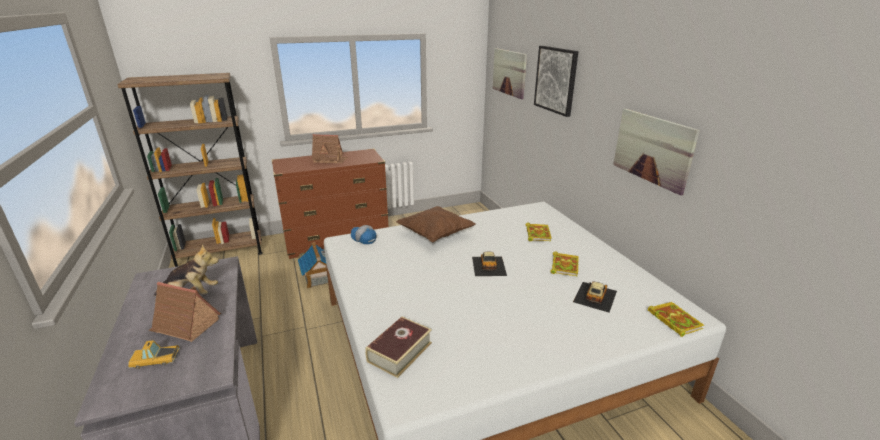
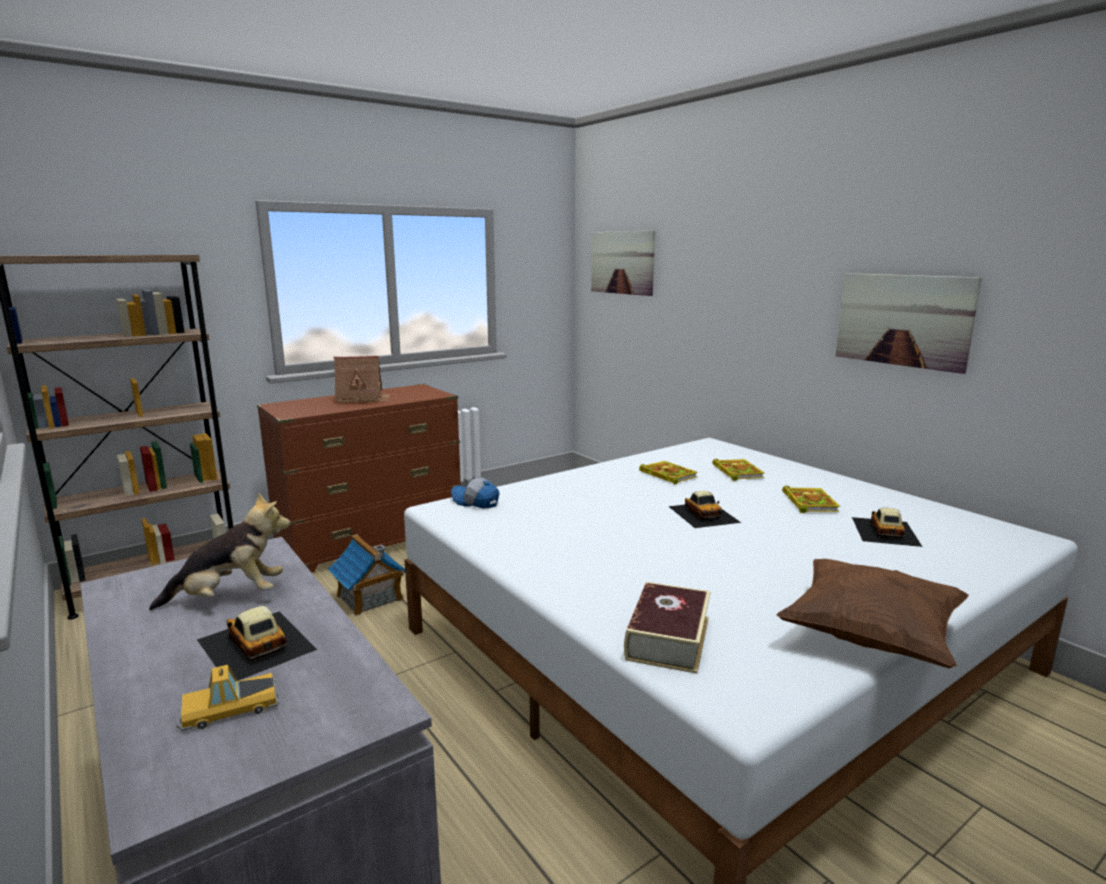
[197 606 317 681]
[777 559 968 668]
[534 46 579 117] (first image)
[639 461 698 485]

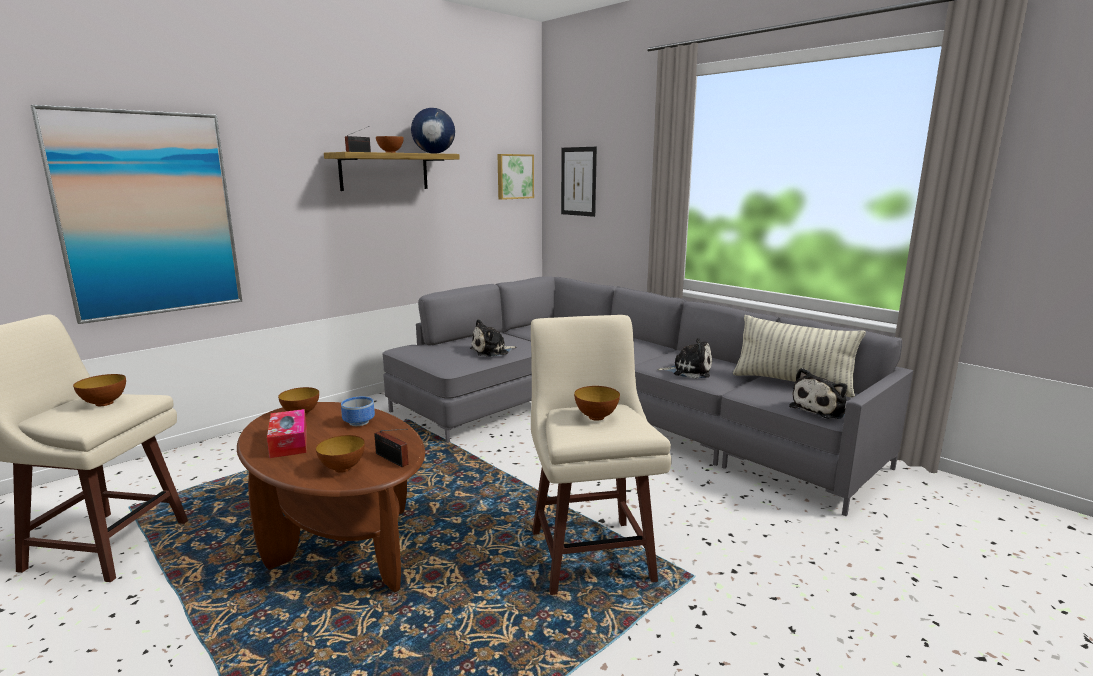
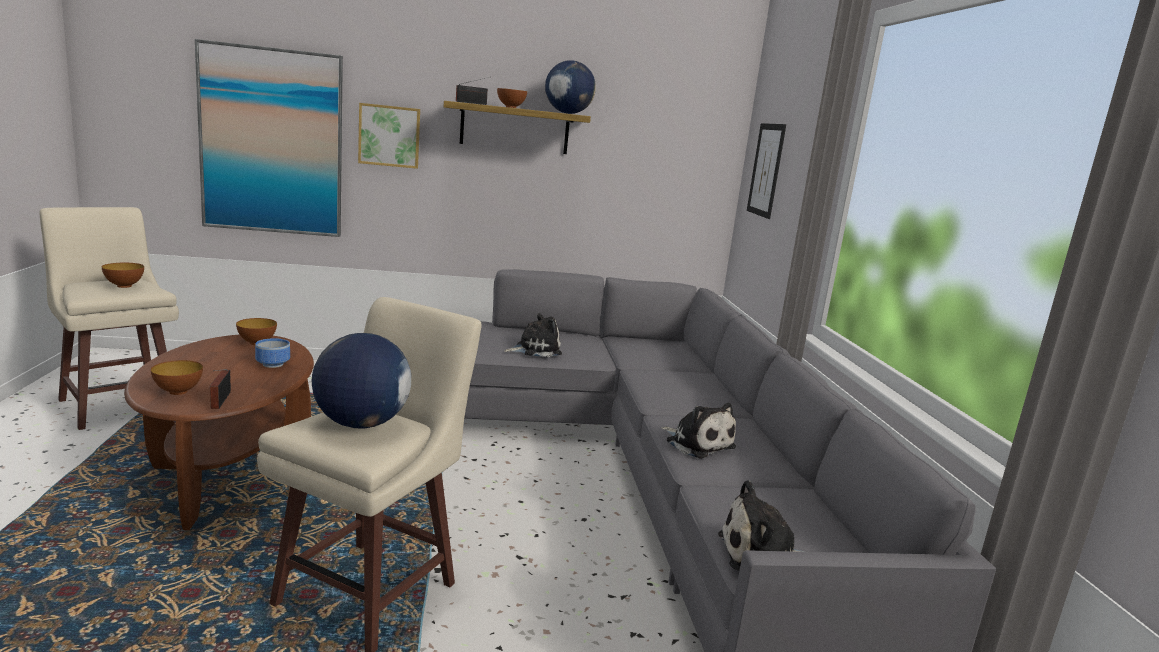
[267 409 307 458] (first image)
[504 313 562 357]
[358 103 420 169]
[312 333 411 429]
[733 315 866 398] (first image)

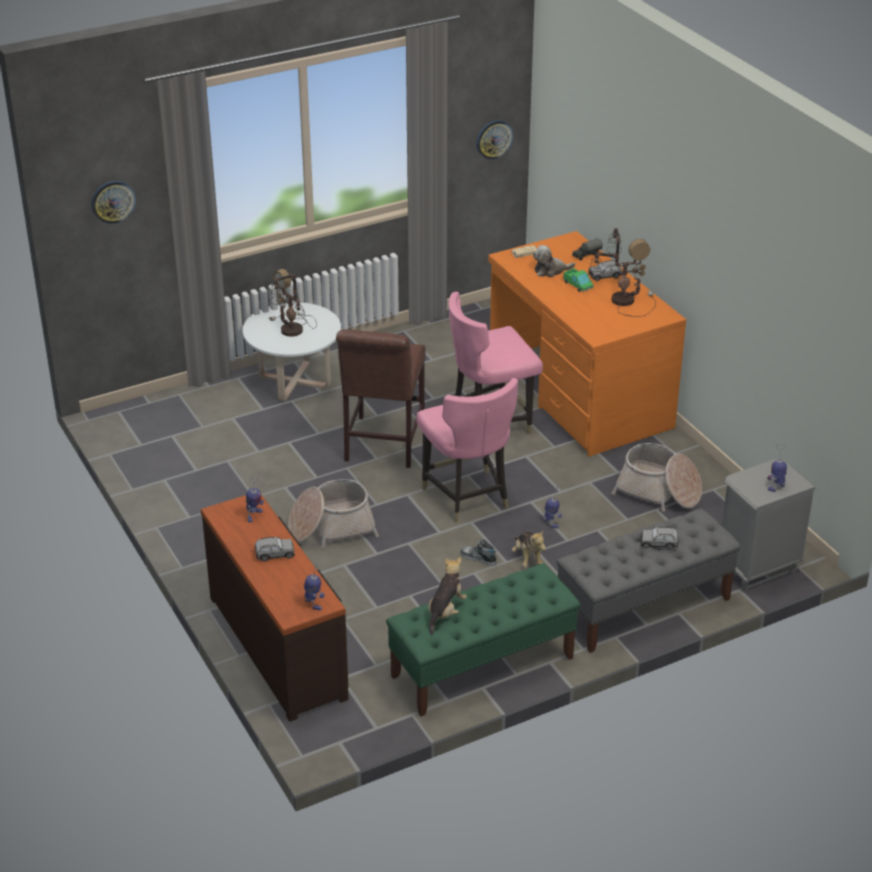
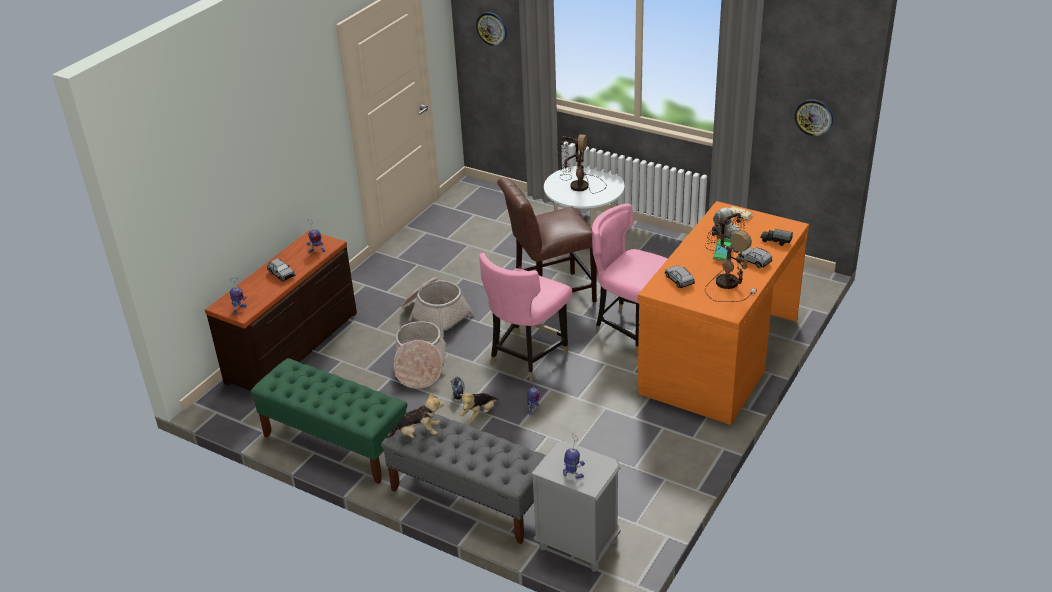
[386 392 444 439]
[394 321 447 389]
[665 265 695 288]

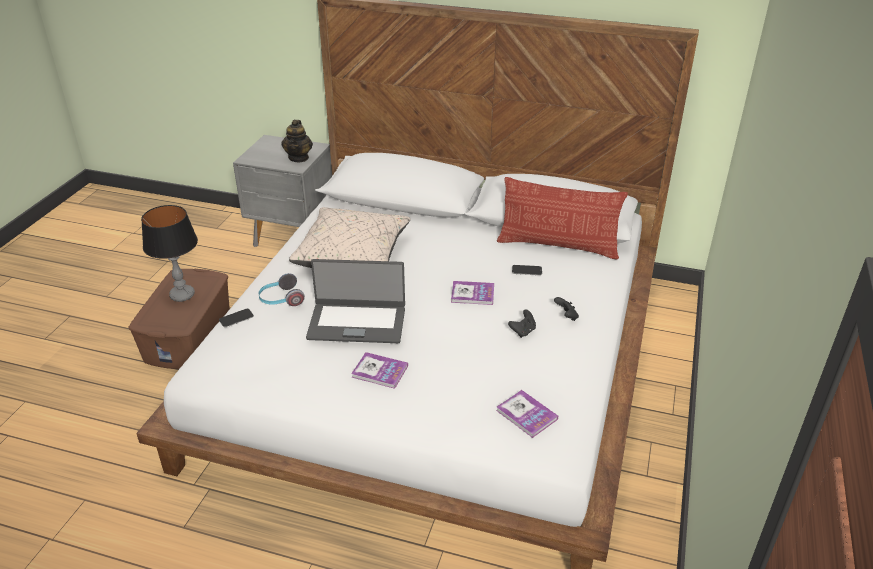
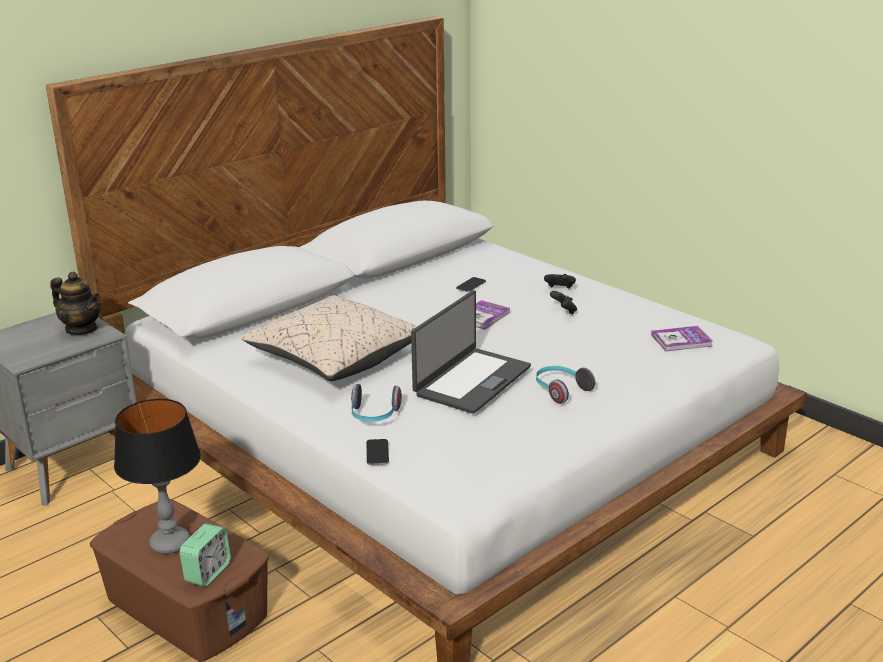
[536 366 595 404]
[497 177 628 259] (first image)
[180 524 231 587]

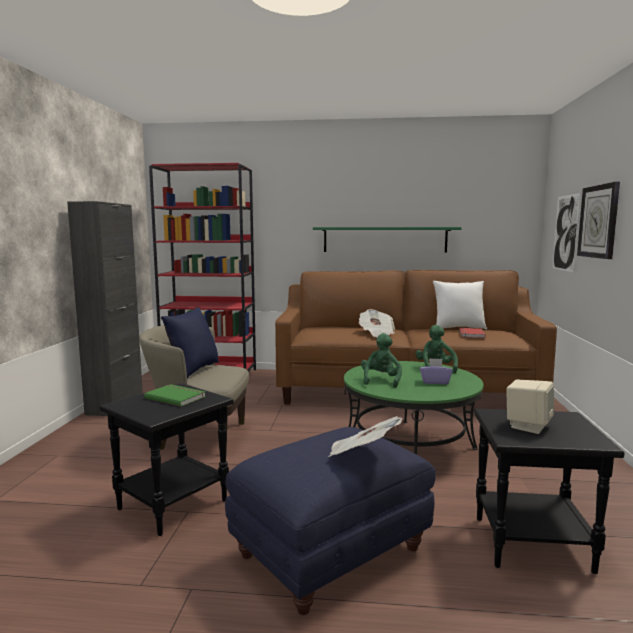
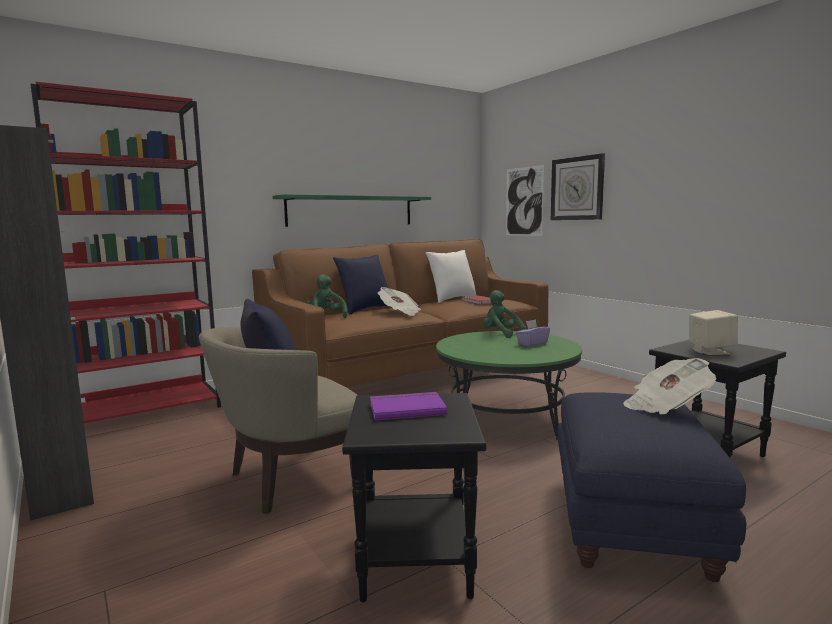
[370 392 448 421]
[306 274 347 318]
[333 255 388 315]

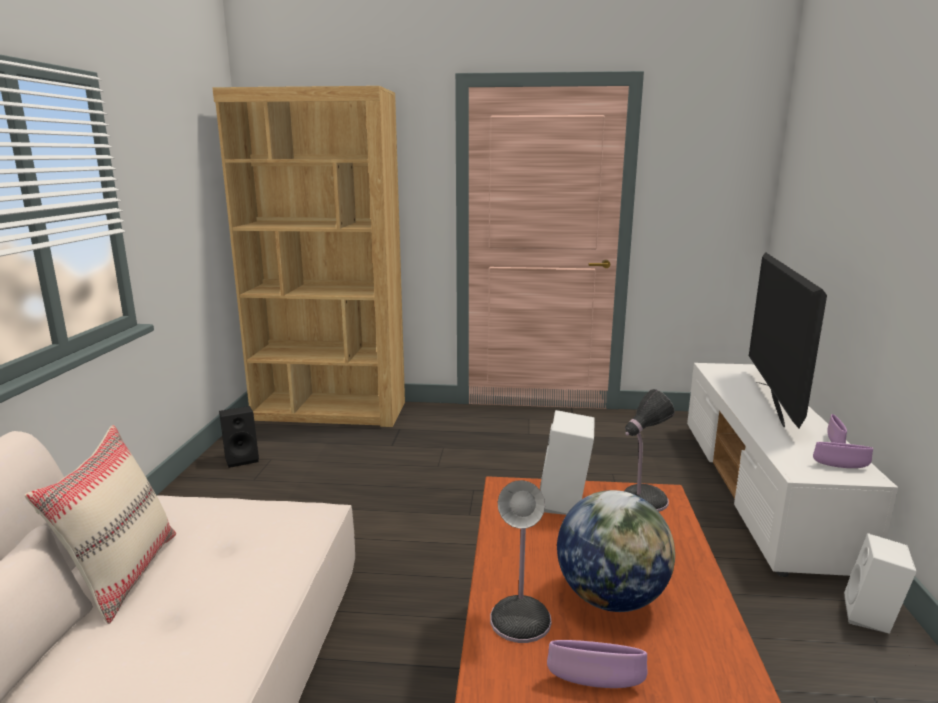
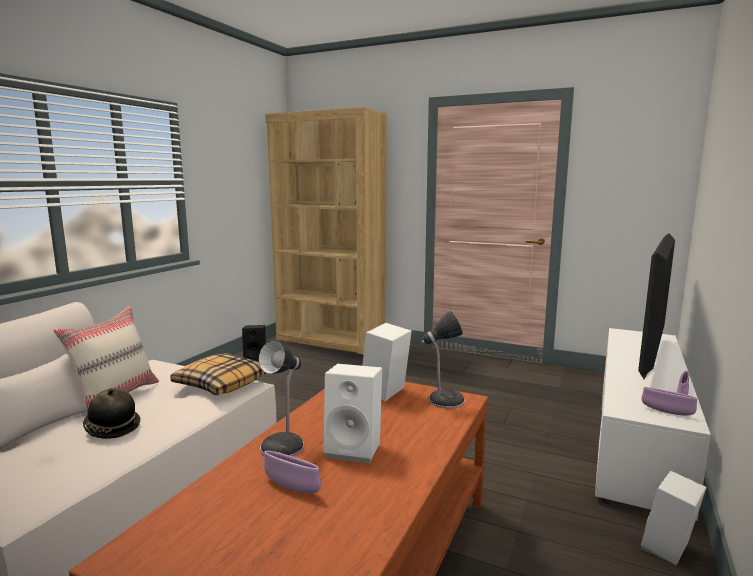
[323 364 382 463]
[83 388 140 439]
[170 353 266 395]

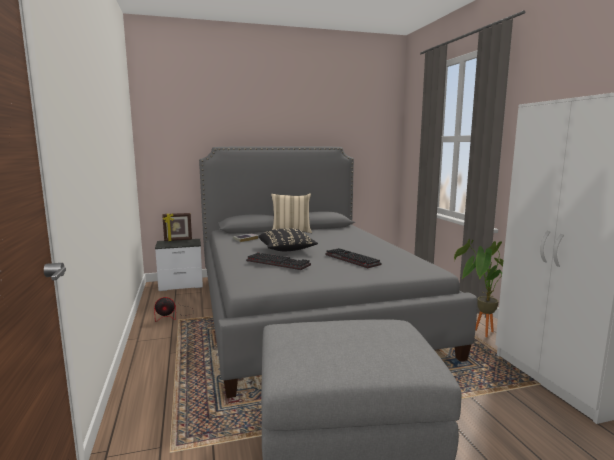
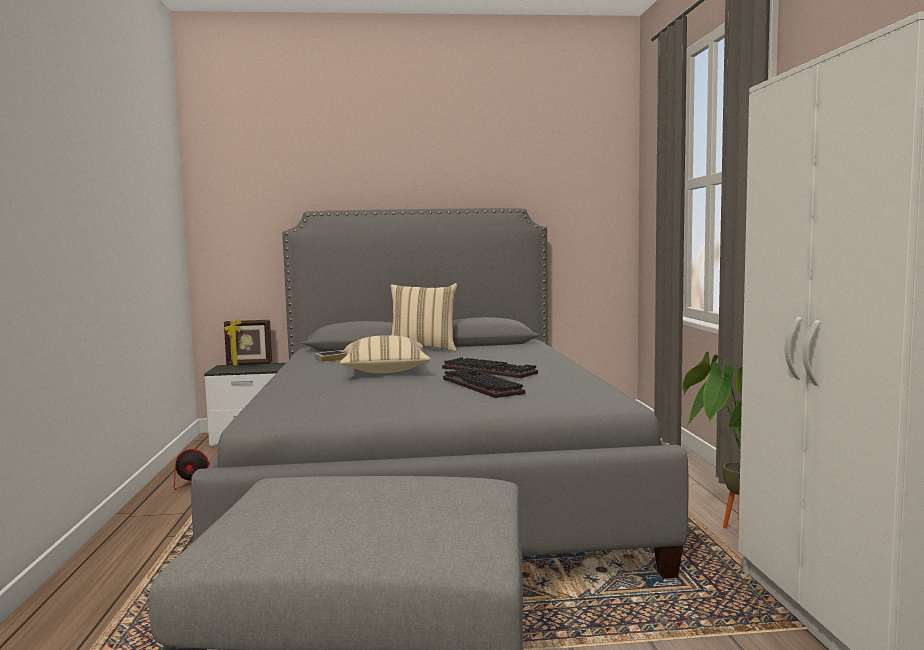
[442 357 538 378]
[340 335 431 373]

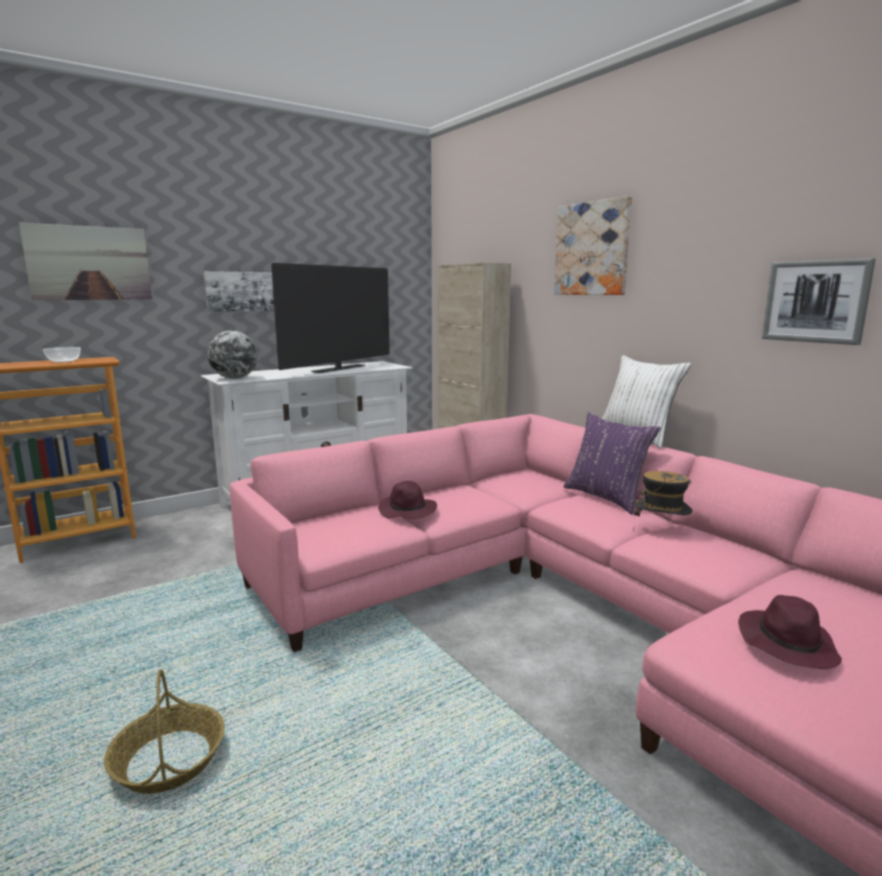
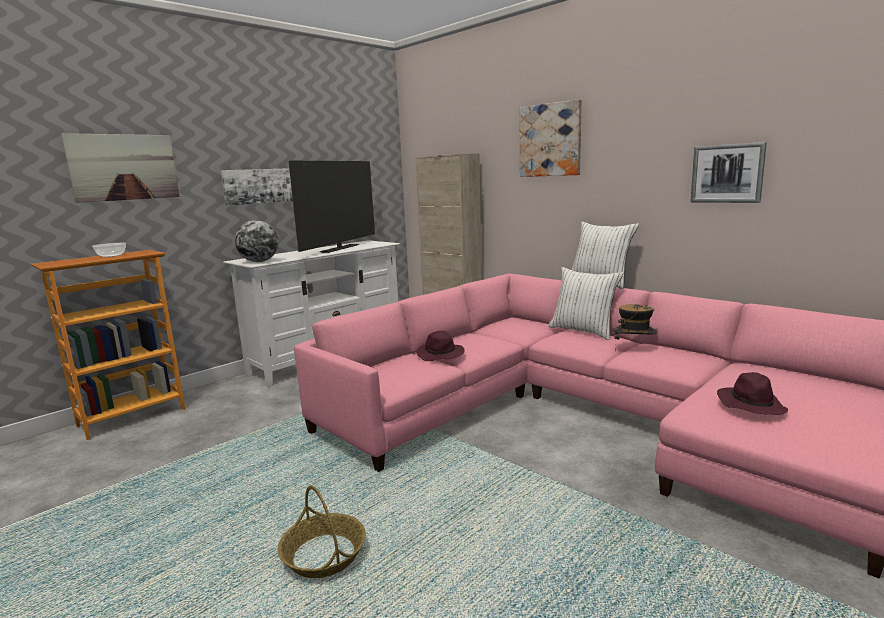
[548 267 623 340]

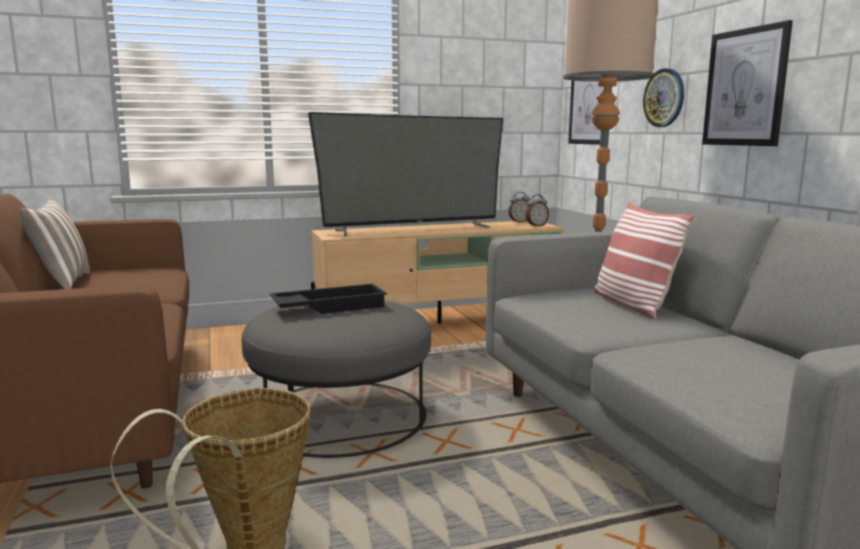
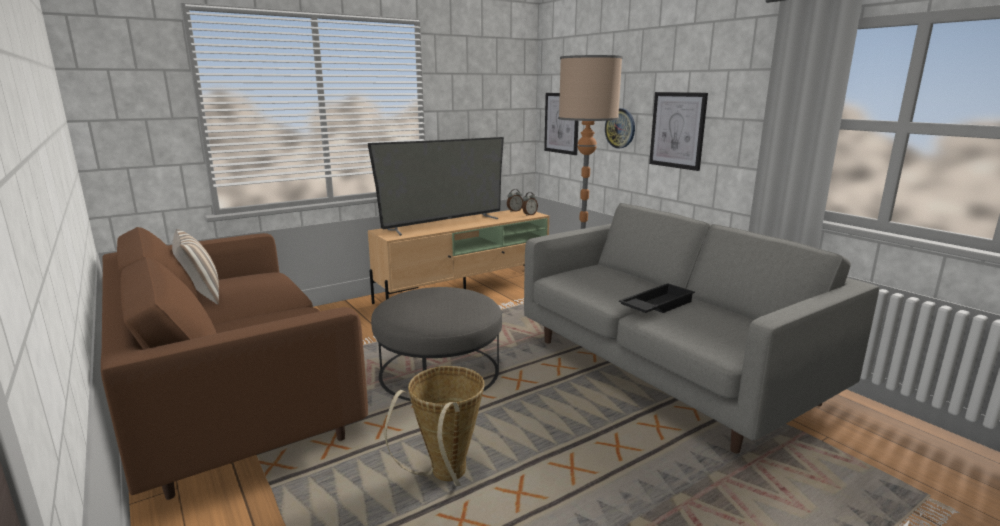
[619 283 695 313]
[594 202 694 319] (first image)

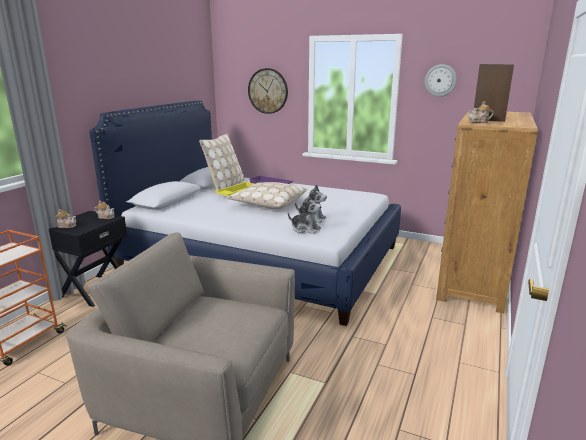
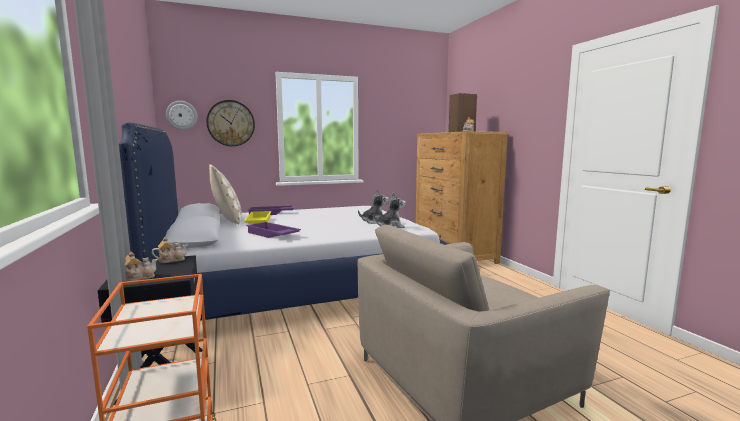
[226 182 307 209] (first image)
[166 101 197 130]
[246 222 301 238]

